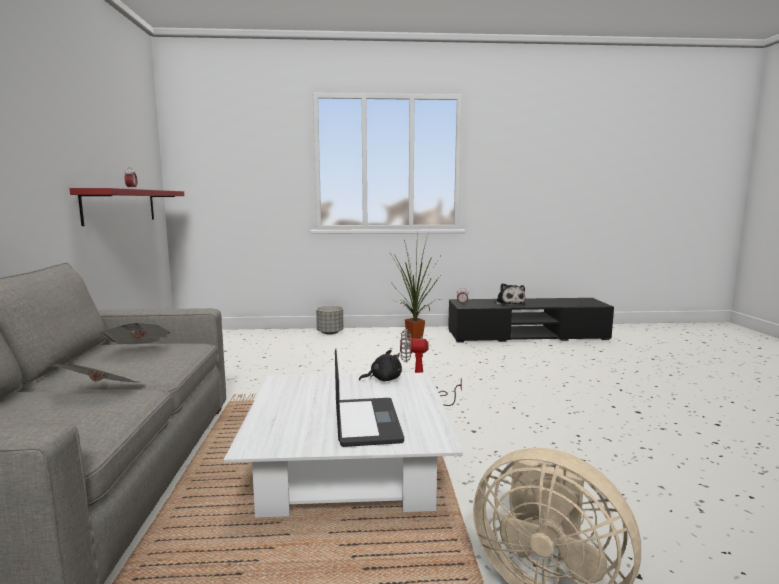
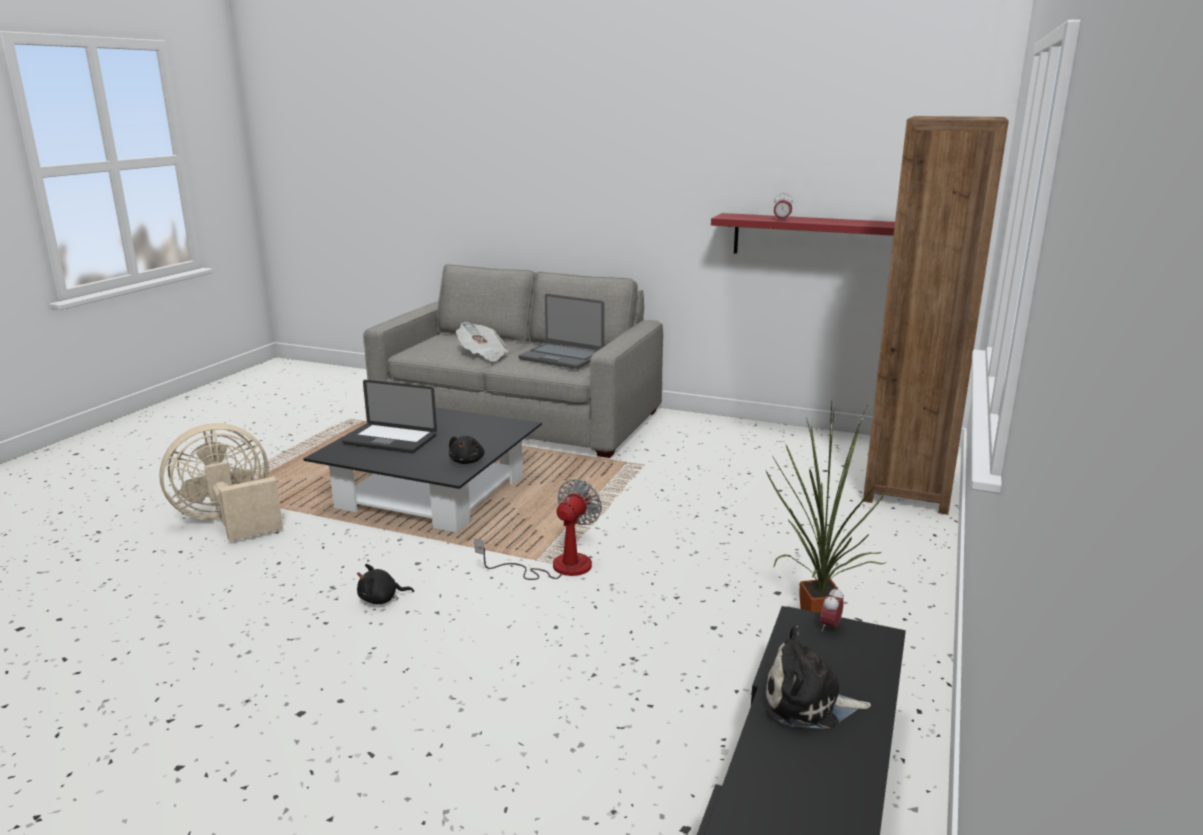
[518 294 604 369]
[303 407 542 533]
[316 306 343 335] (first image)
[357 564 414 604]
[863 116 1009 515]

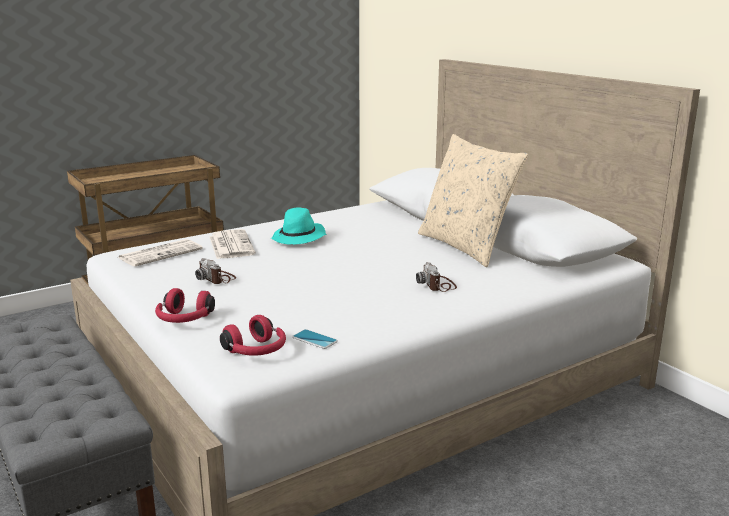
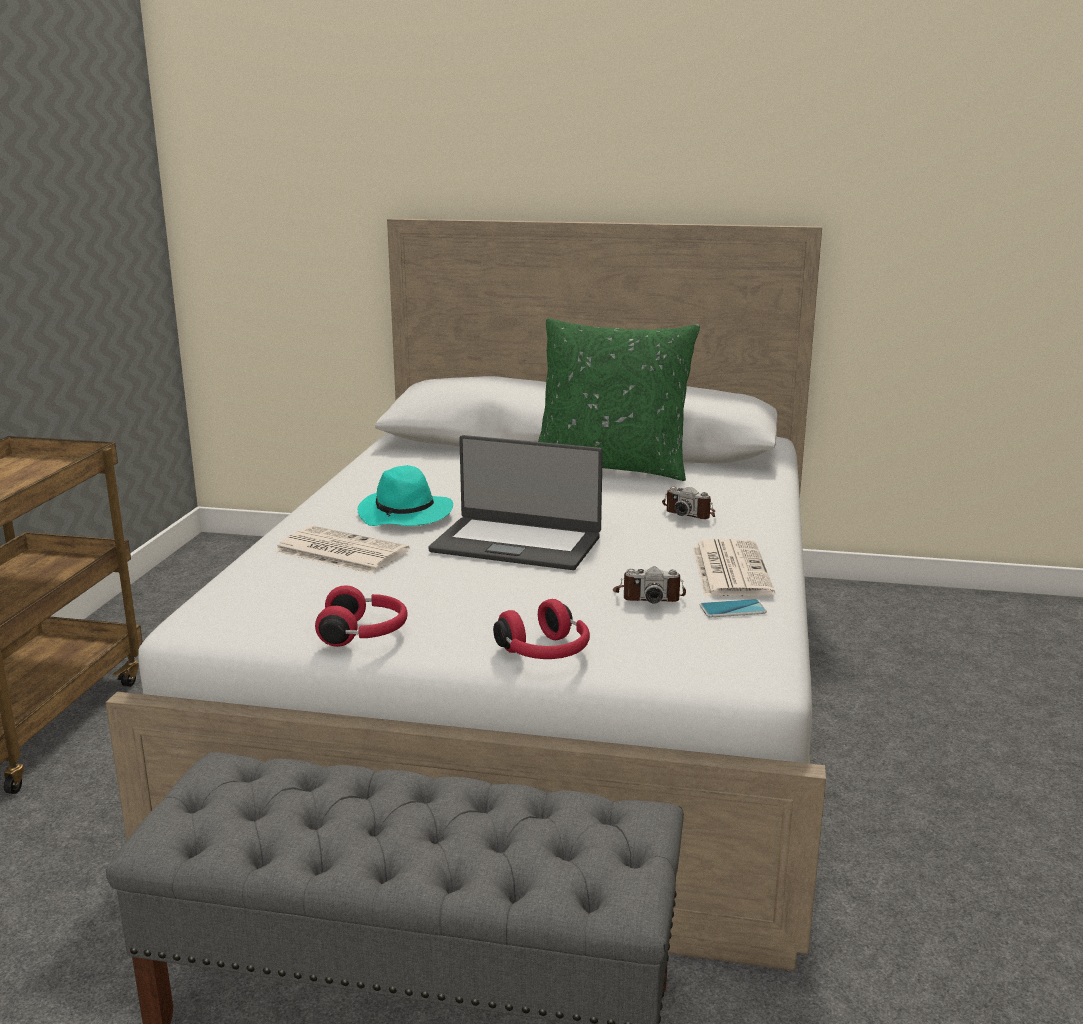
[693 539 775 597]
[613 567 686 603]
[315 585 408 647]
[538 318 700 481]
[428 435 603 570]

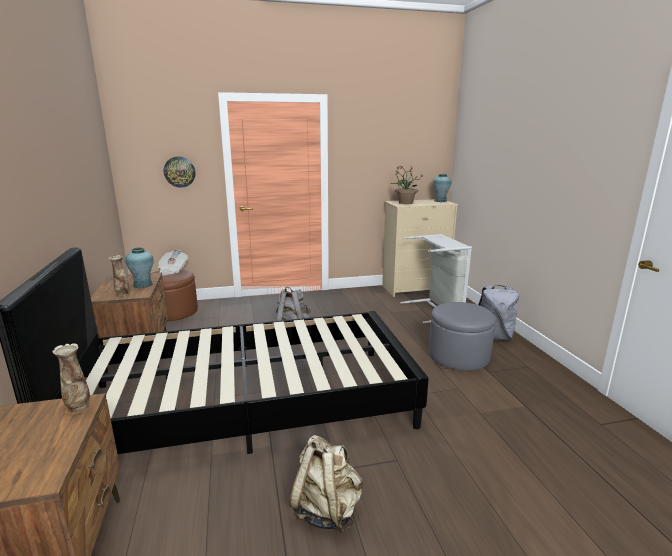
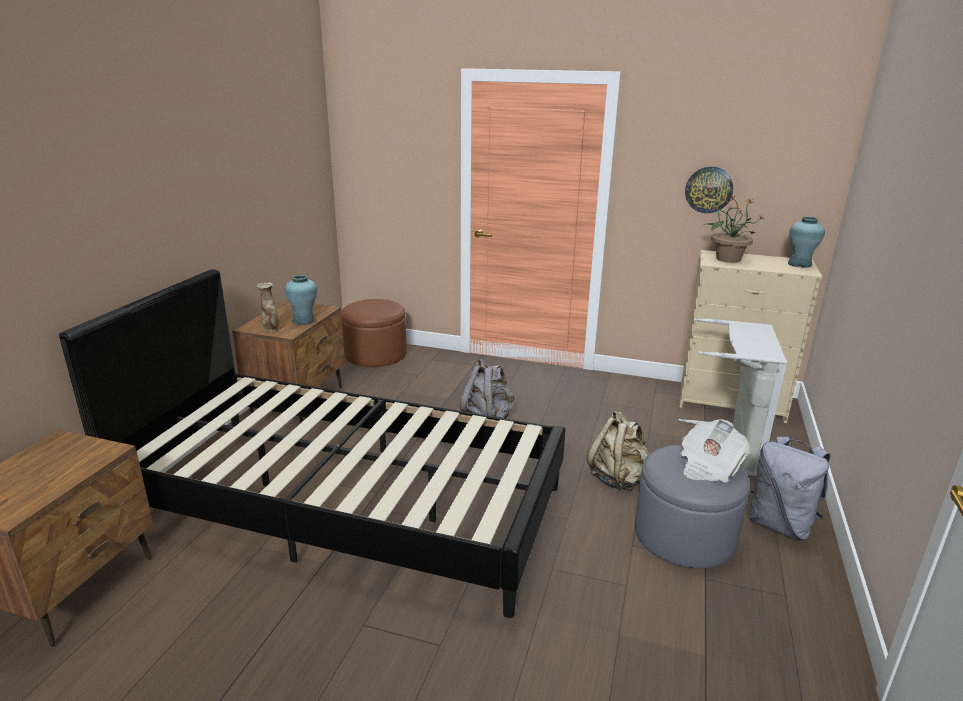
[53 343 90 413] (first image)
[681 419 750 482]
[685 166 733 213]
[587 410 649 491]

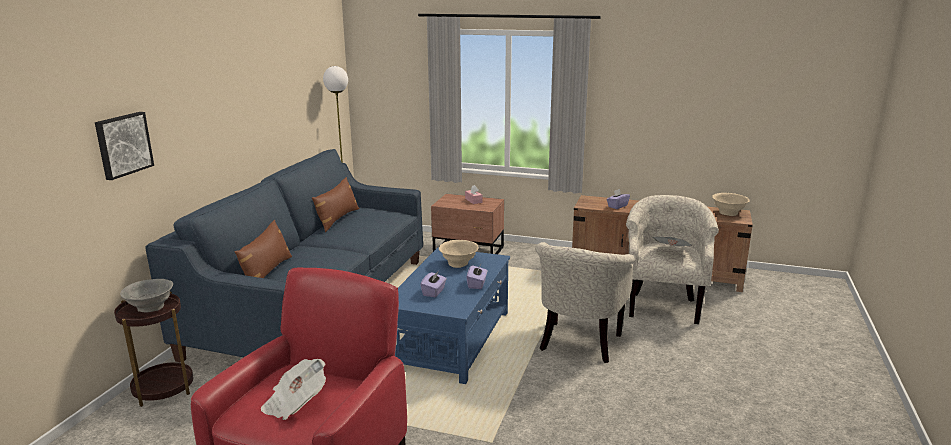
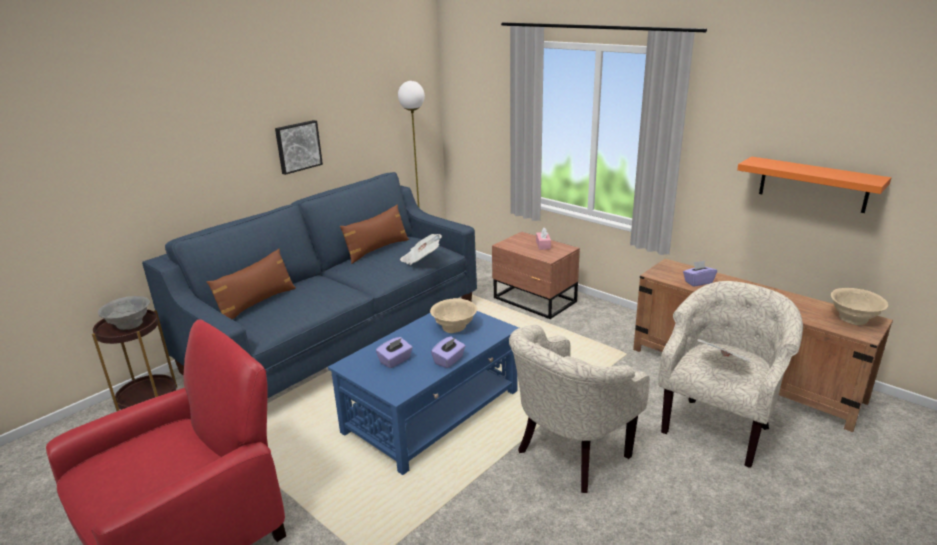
[275 120 323 175]
[400 234 442 265]
[737 156 891 213]

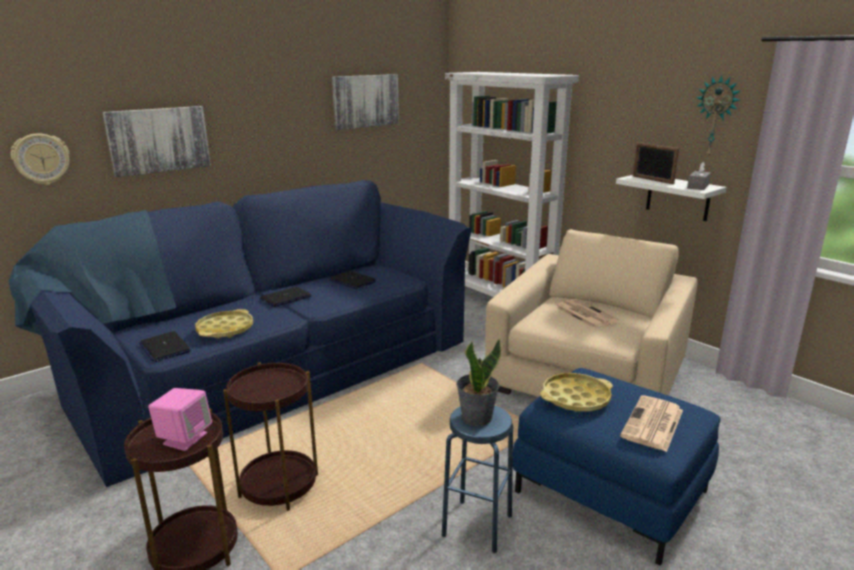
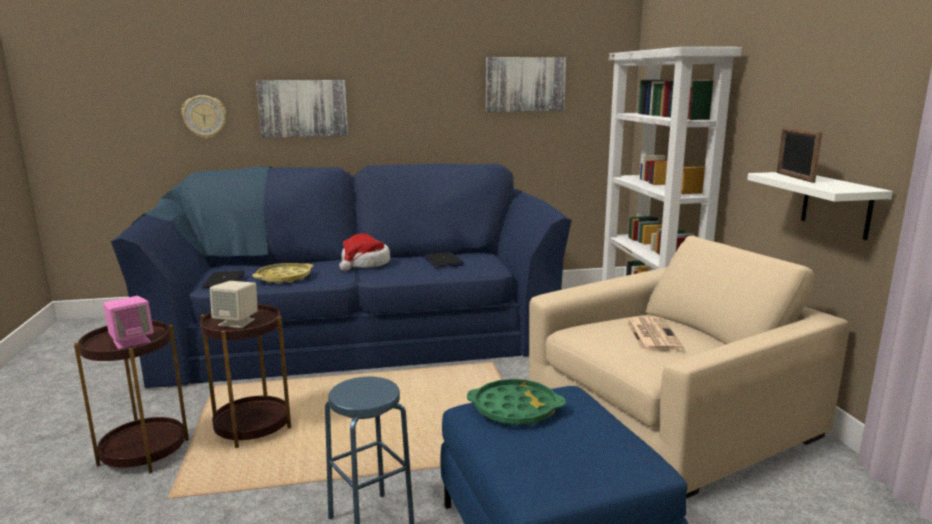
[339 233 390 271]
[456 339 501 426] (first image)
[467 379 566 425]
[620 395 683 452] (first image)
[687 162 711 190] (first image)
[696 75 740 158] (first image)
[210 281 258 328]

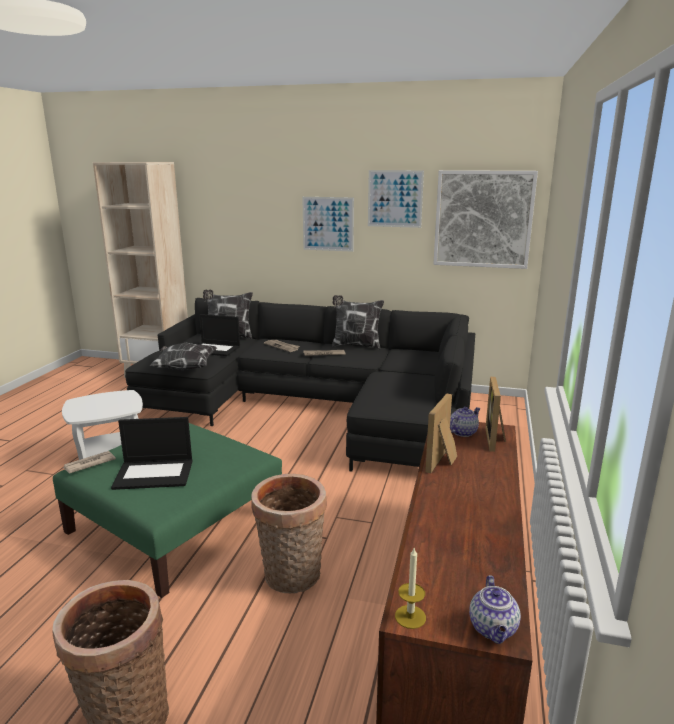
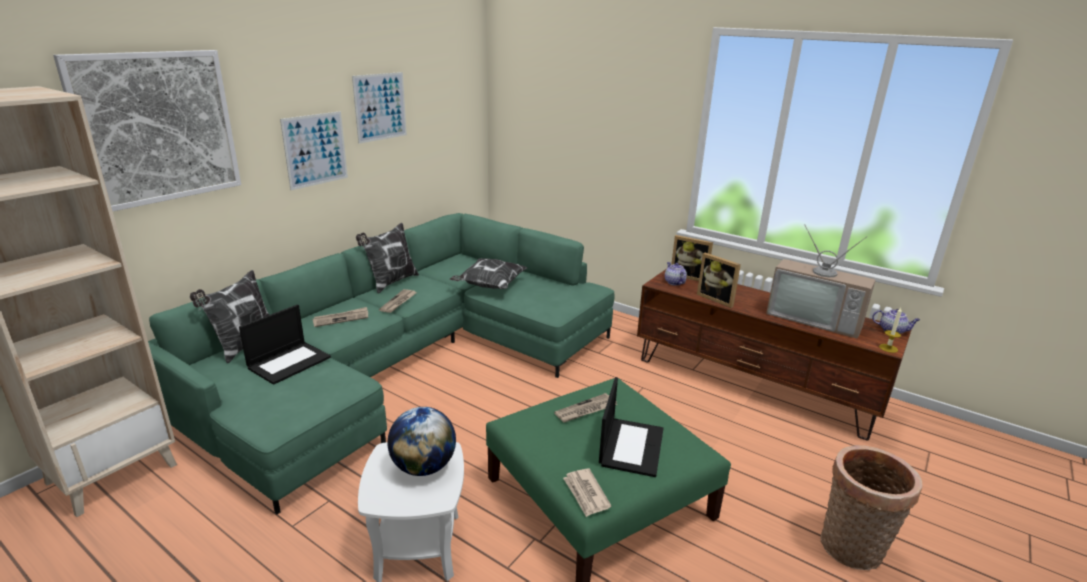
[148 213 614 514]
[450 258 527 289]
[251 474 327 593] (first image)
[53 50 241 211]
[387 407 456 476]
[554 393 617 422]
[766 224 876 338]

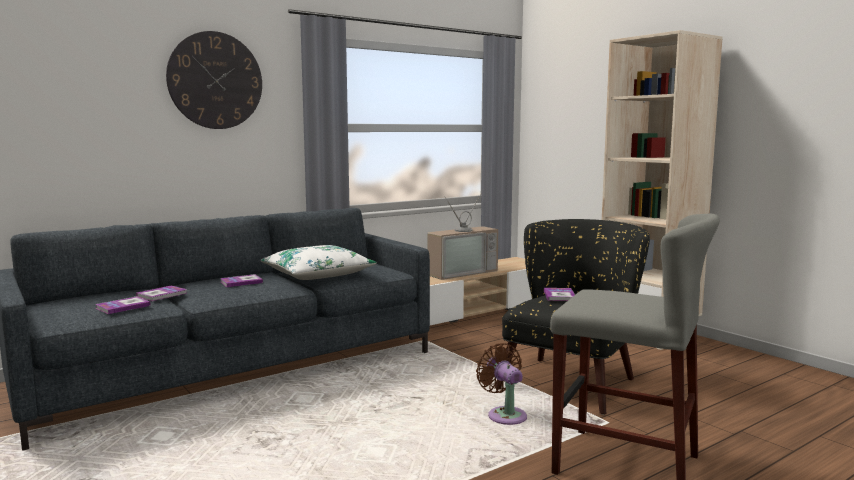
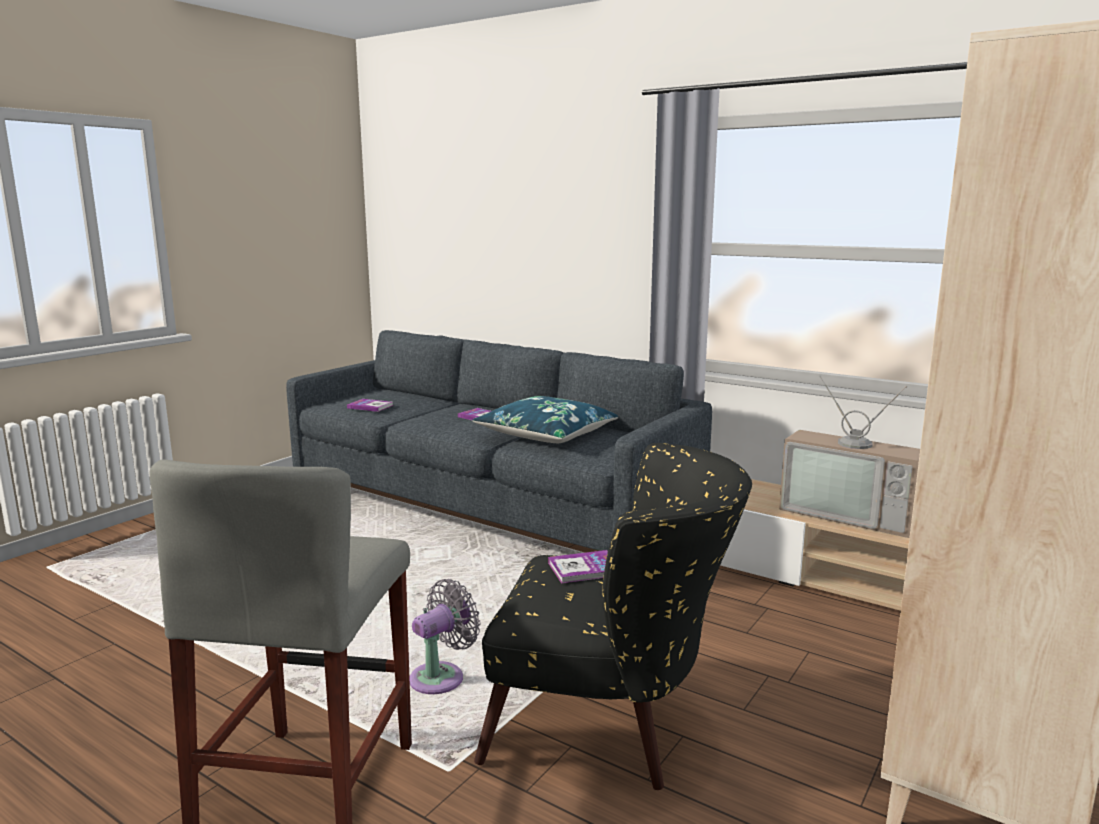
[136 286 187 301] (first image)
[166 31 262 129] (first image)
[472 396 618 443]
[409 579 481 694]

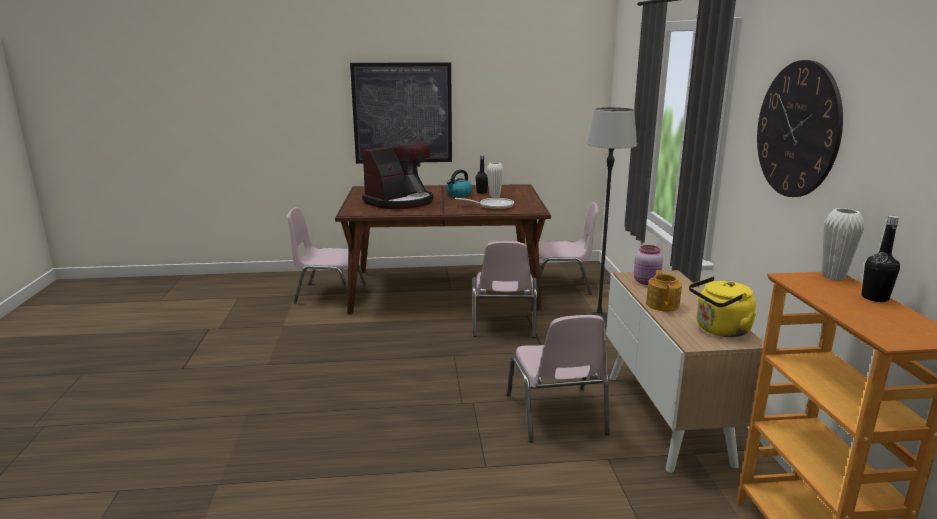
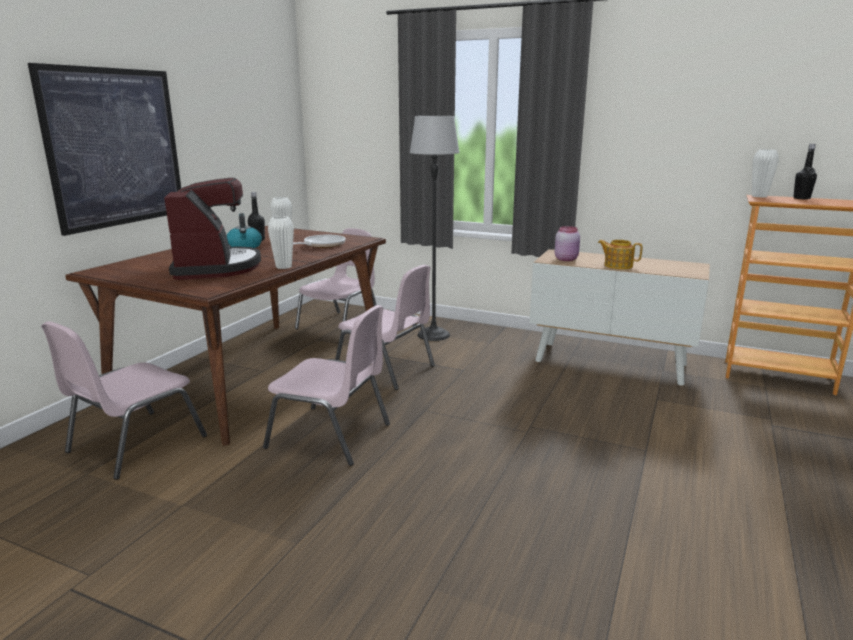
[263 305 390 466]
[689 277 756 337] (first image)
[757 60 843 197] (first image)
[268 216 294 269]

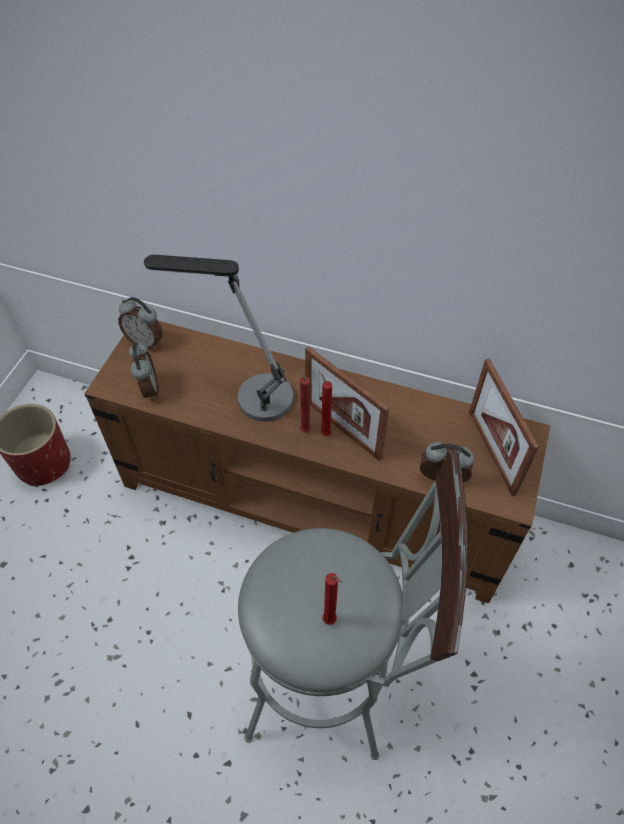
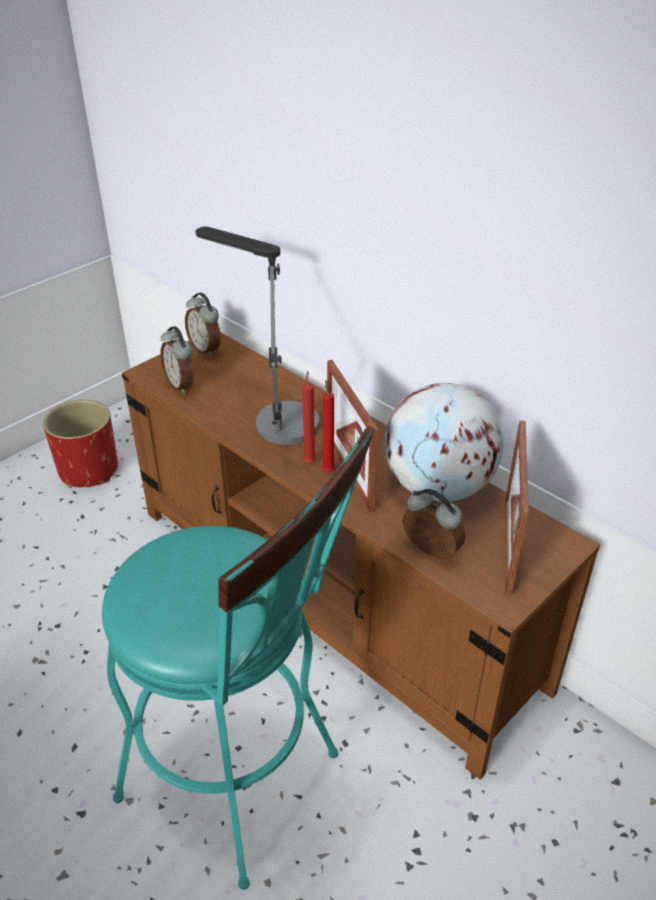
[160 326 194 394]
[102 427 375 890]
[323 573 343 625] (first image)
[384 383 504 502]

